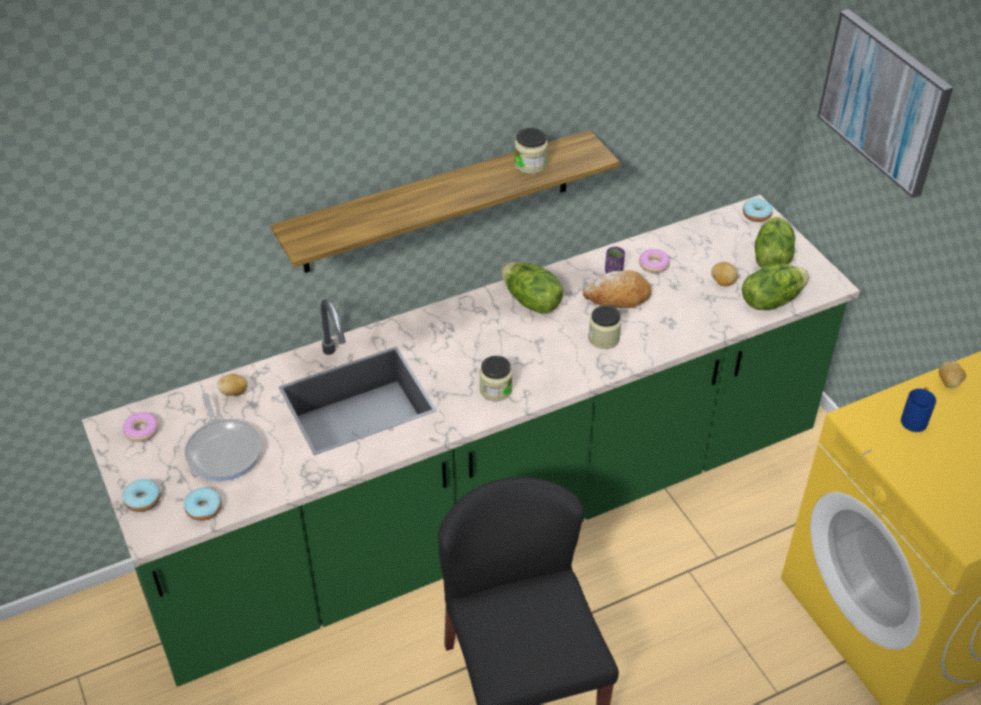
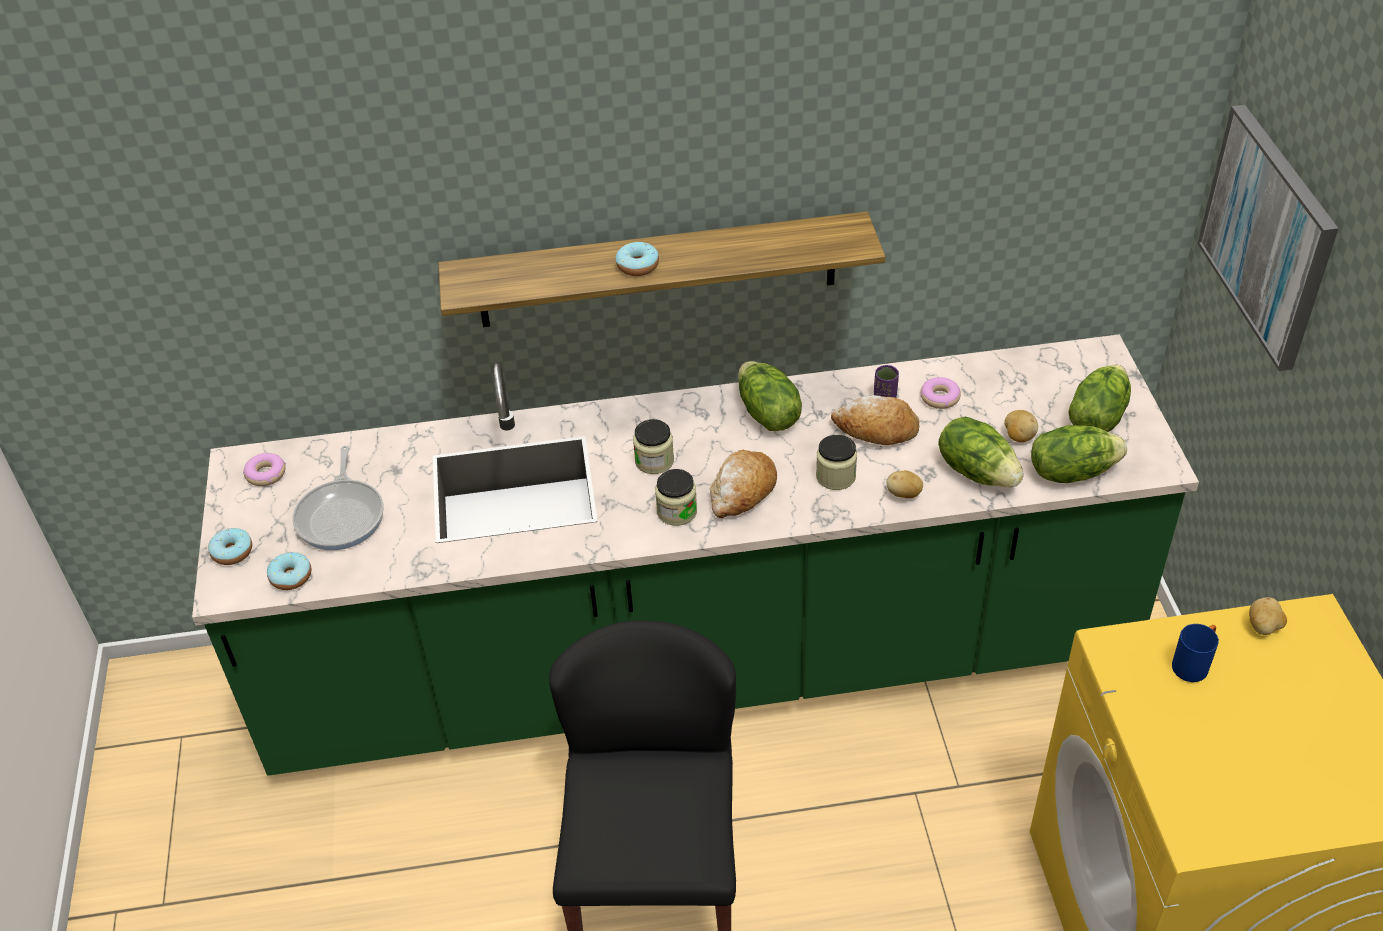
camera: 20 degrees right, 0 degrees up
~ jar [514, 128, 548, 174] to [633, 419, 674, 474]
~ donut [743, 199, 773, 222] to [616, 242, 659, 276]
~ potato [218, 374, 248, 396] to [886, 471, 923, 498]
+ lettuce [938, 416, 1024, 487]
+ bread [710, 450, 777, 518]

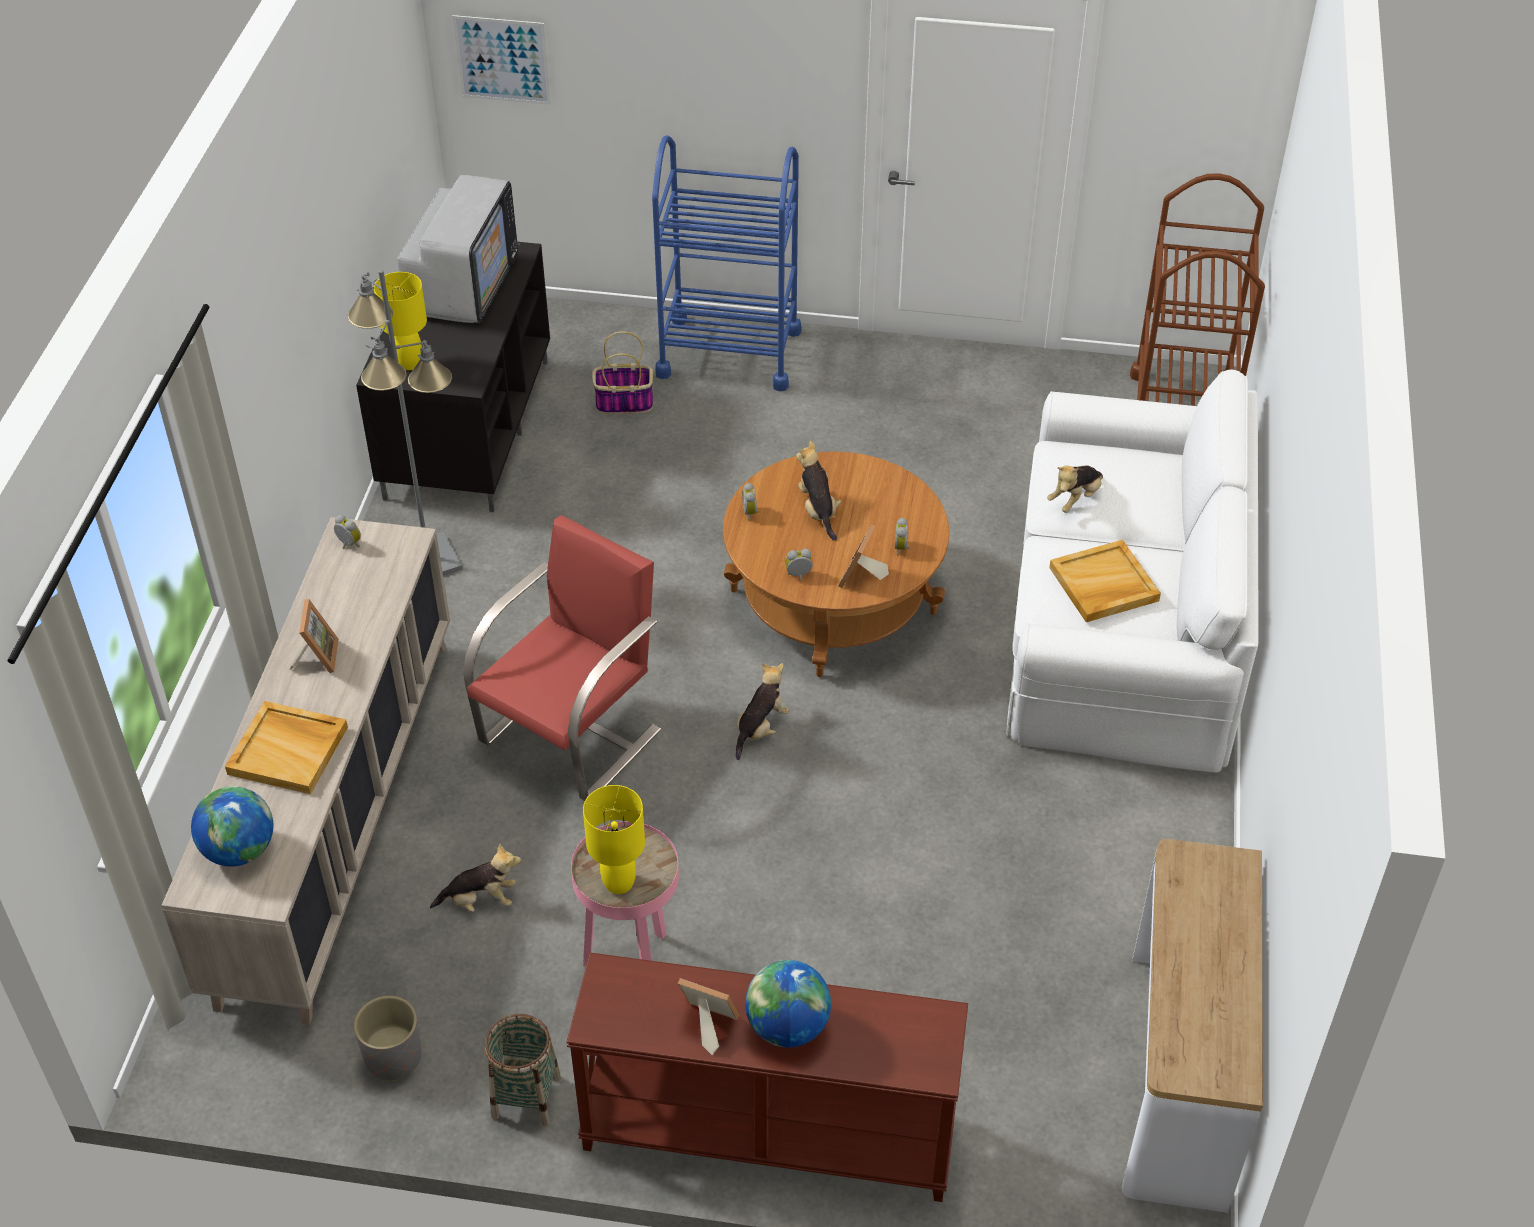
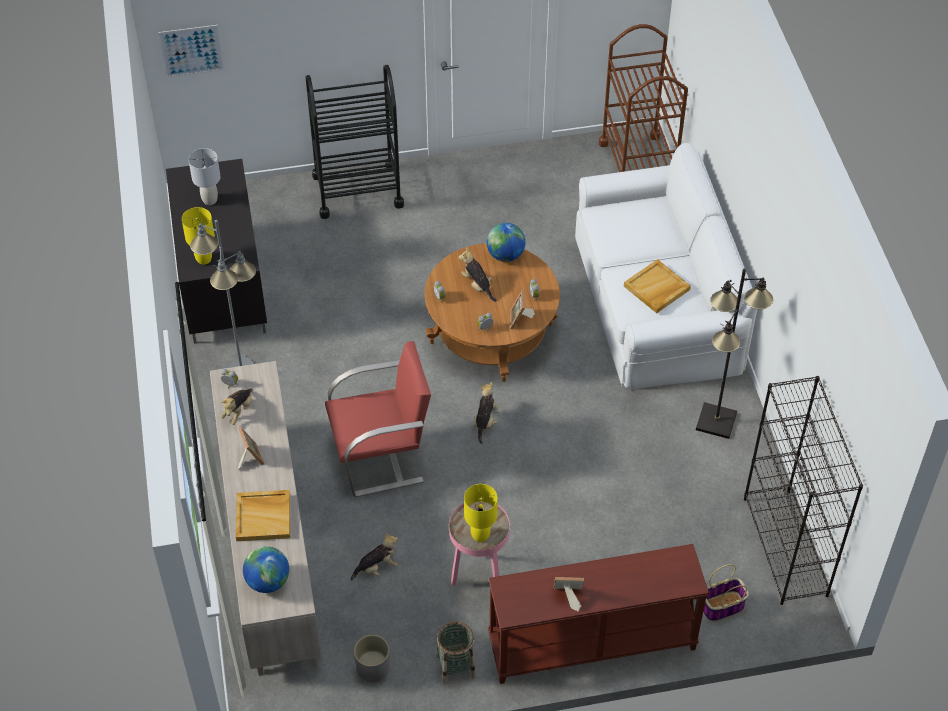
camera: 20 degrees left, 5 degrees up
~ cart (blue) [652, 135, 801, 391] to cart (black) [305, 65, 404, 219]
~ television [397, 175, 520, 323] to table lamp (grey) [188, 148, 221, 205]
~ basket [592, 331, 653, 414] to [703, 564, 749, 621]
~ plush toy [1047, 466, 1103, 513] to [220, 388, 252, 425]
~ armchair (red) [463, 515, 661, 801] = [325, 341, 431, 497] 60 degrees clockwise
~ console table [1122, 839, 1263, 1213] to bookcase (black) [744, 376, 863, 605]
~ globe [745, 960, 831, 1048] to [487, 223, 525, 262]
+ floor lamp (black) [696, 268, 773, 439]

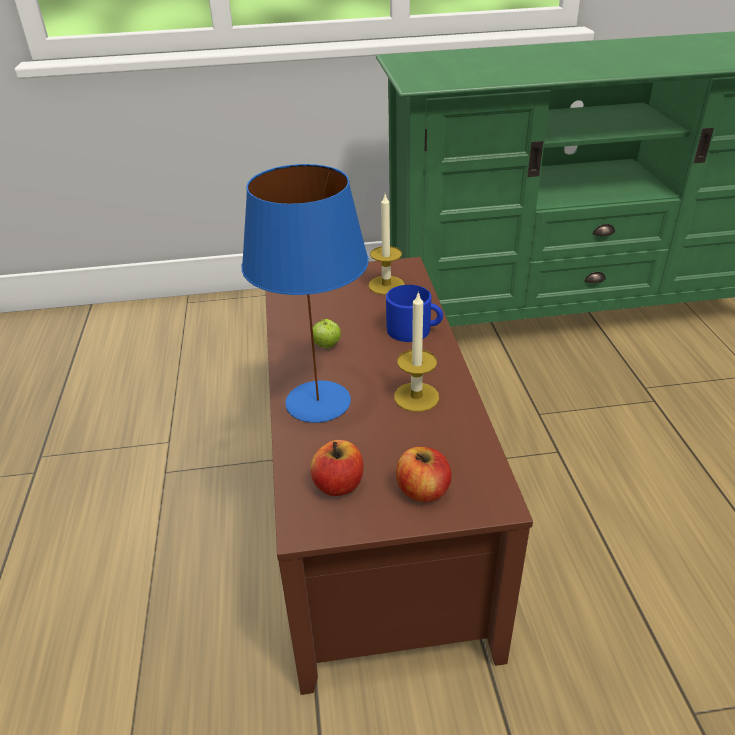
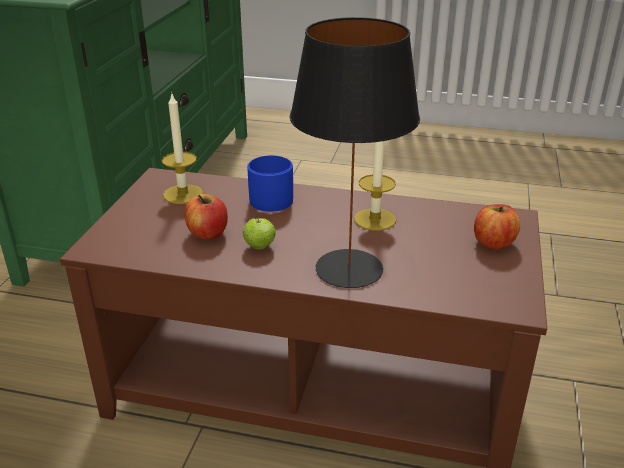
camera: 70 degrees left, 5 degrees down
~ table lamp (blue) [242, 164, 369, 423] to table lamp (black) [290, 17, 420, 288]
~ apple [310, 440, 363, 496] to [184, 194, 228, 239]

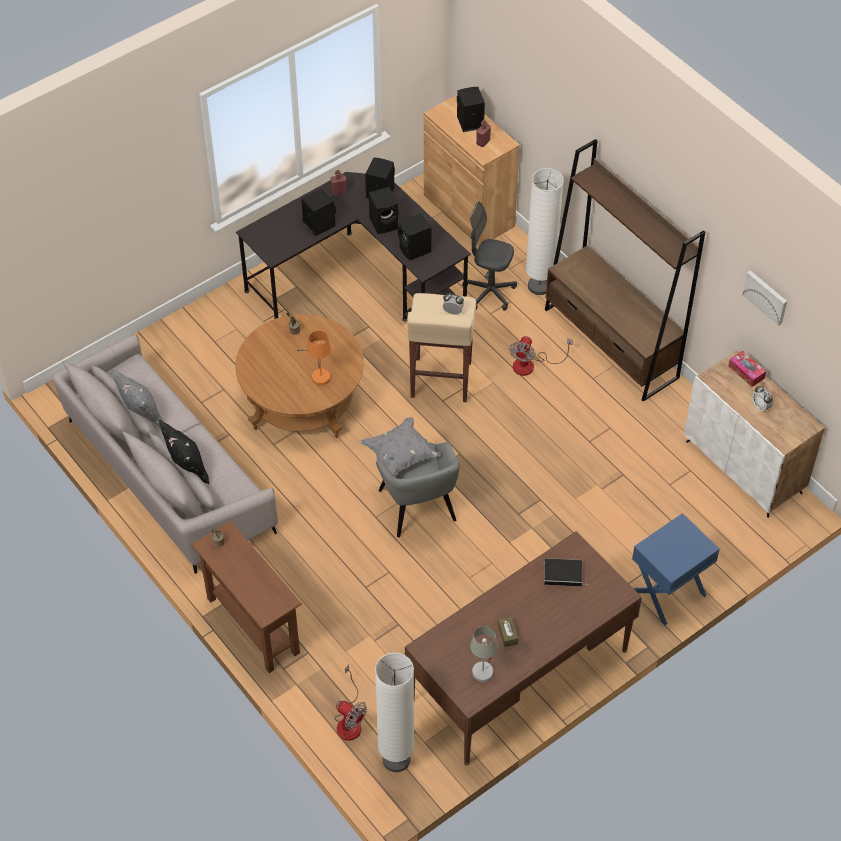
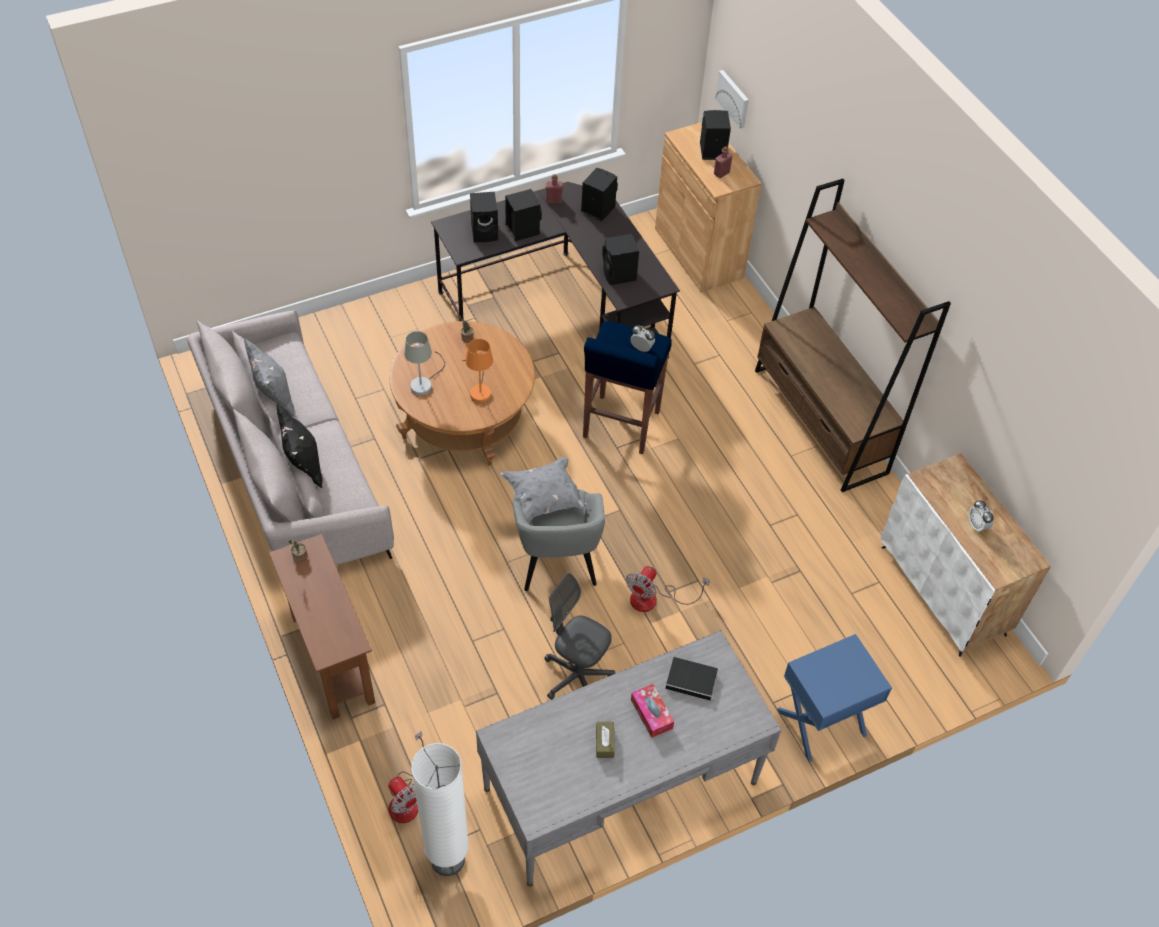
camera: 10 degrees right, 0 degrees up
- floor lamp (white) [526, 168, 564, 295]
~ speaker (black) [369, 187, 399, 234] to [470, 192, 498, 242]
~ office chair (grey) [462, 201, 517, 311] to [544, 573, 615, 700]
~ picture [742, 270, 787, 326] to [715, 70, 749, 129]
~ stool (beige) [407, 293, 476, 402] to stool (blue) [583, 321, 672, 454]
~ fan [509, 336, 573, 376] to [626, 566, 710, 612]
~ tissue box [728, 351, 766, 387] to [631, 684, 674, 738]
~ desk (brown) [405, 531, 642, 766] to desk (grey) [476, 630, 781, 887]
~ table lamp (grey) [470, 626, 498, 682] to [404, 331, 445, 396]

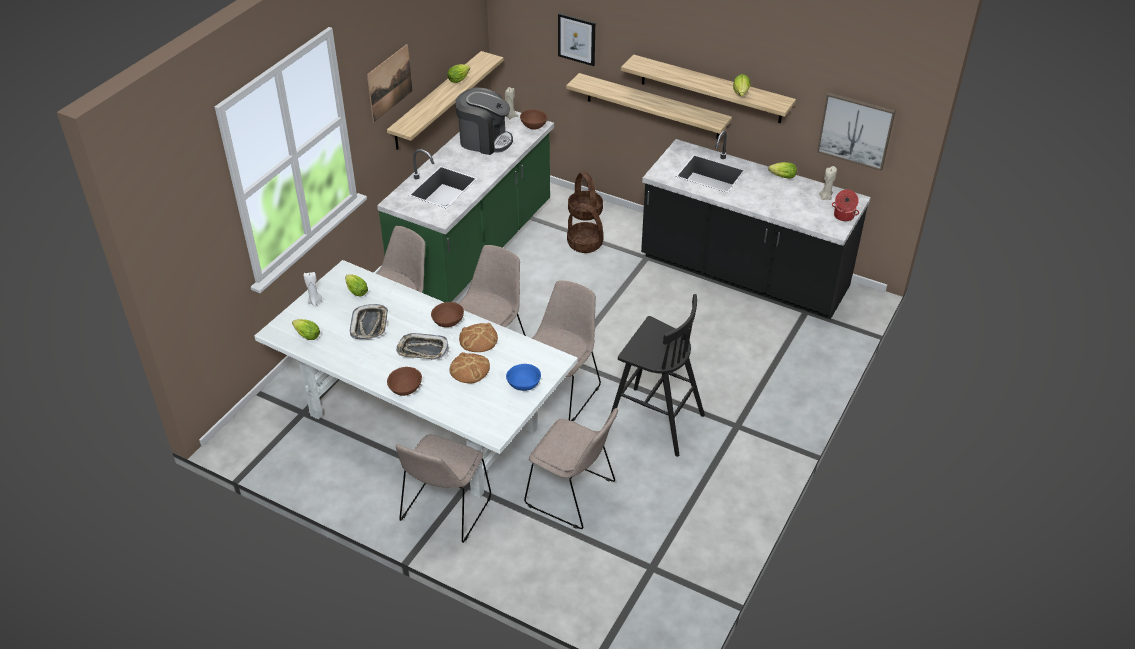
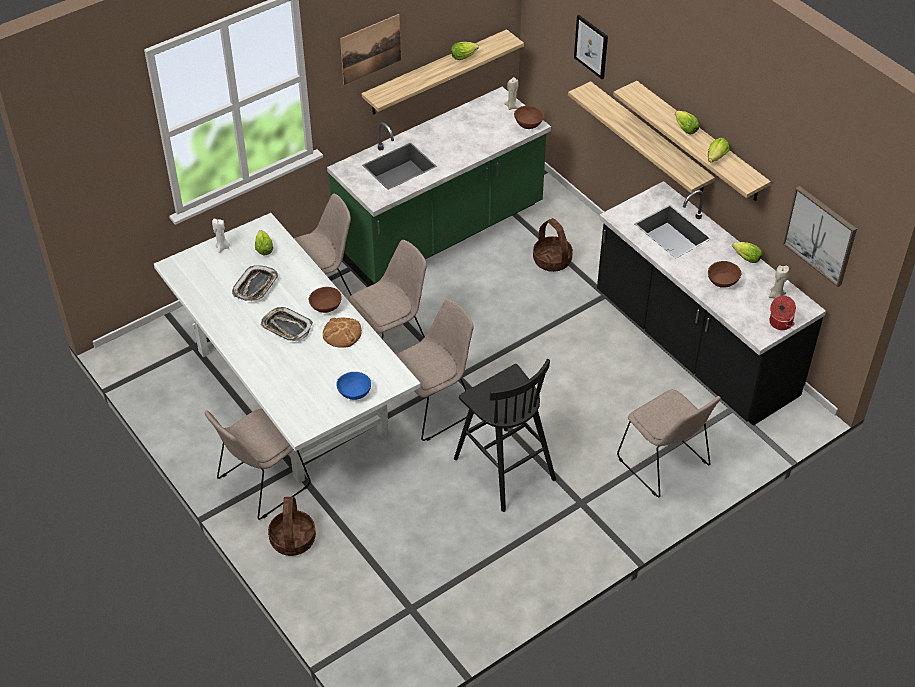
camera: 25 degrees right, 5 degrees up
- coffee machine [455, 88, 513, 155]
~ basket [568, 171, 603, 221] to [268, 497, 316, 556]
~ lettuce [292, 319, 320, 340] to [675, 111, 699, 134]
- bread [449, 352, 490, 383]
~ bowl (brown) [387, 367, 422, 396] to [708, 261, 742, 288]
~ chair (beige) [524, 408, 618, 529] to [617, 389, 721, 497]

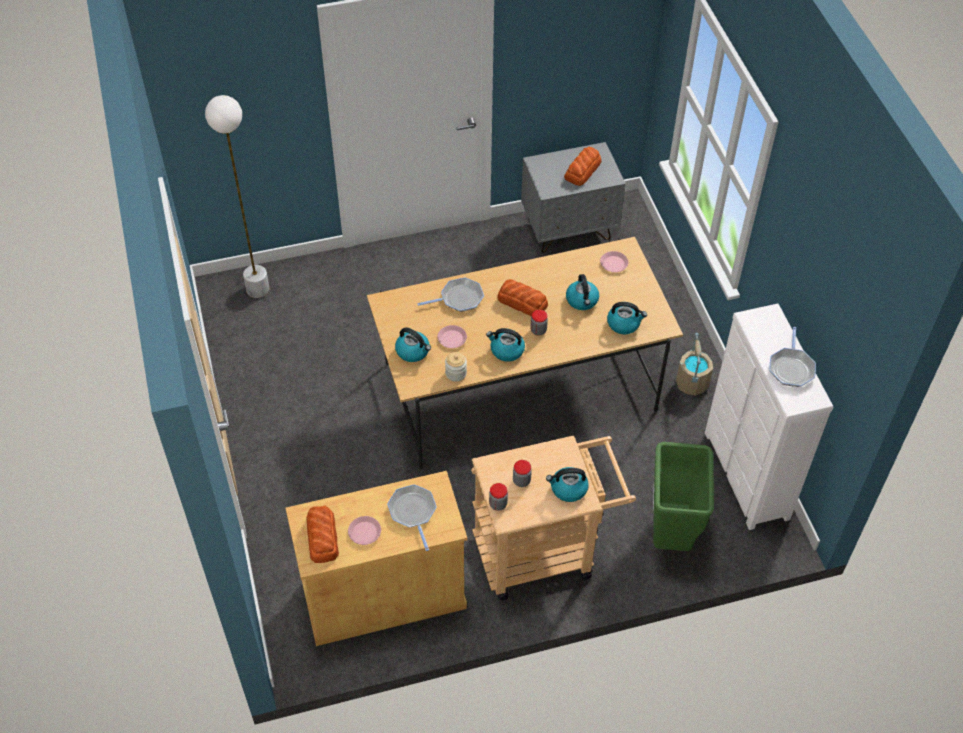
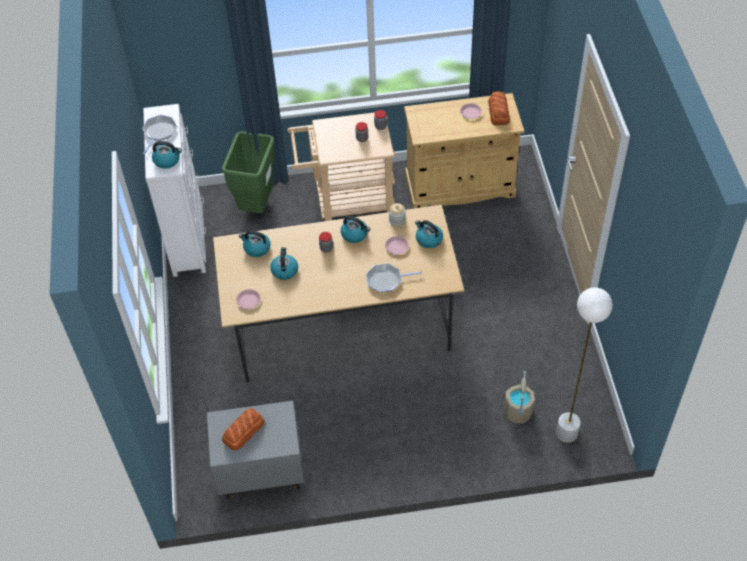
camera: 170 degrees left, 0 degrees up
- bread [497, 279, 548, 316]
~ bucket (beige) [676, 333, 713, 396] to [504, 371, 535, 424]
~ kettle [546, 467, 589, 502] to [152, 141, 182, 169]
- frying pan [387, 484, 437, 551]

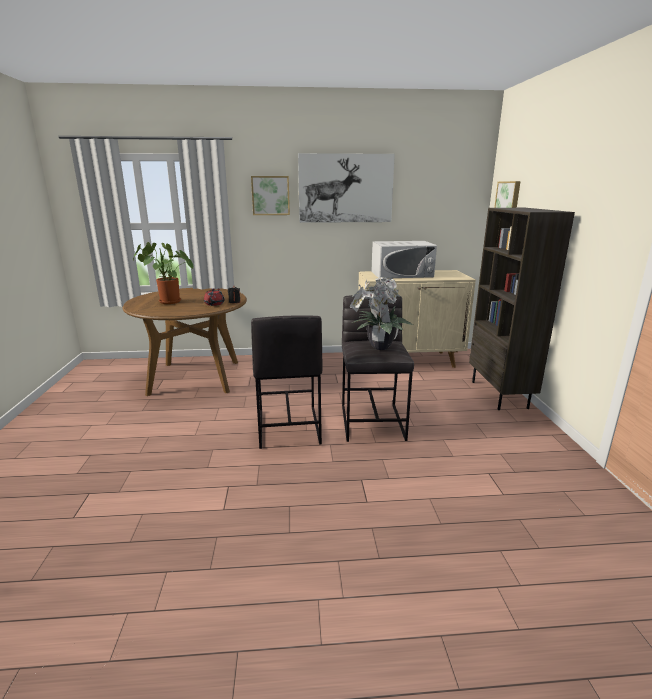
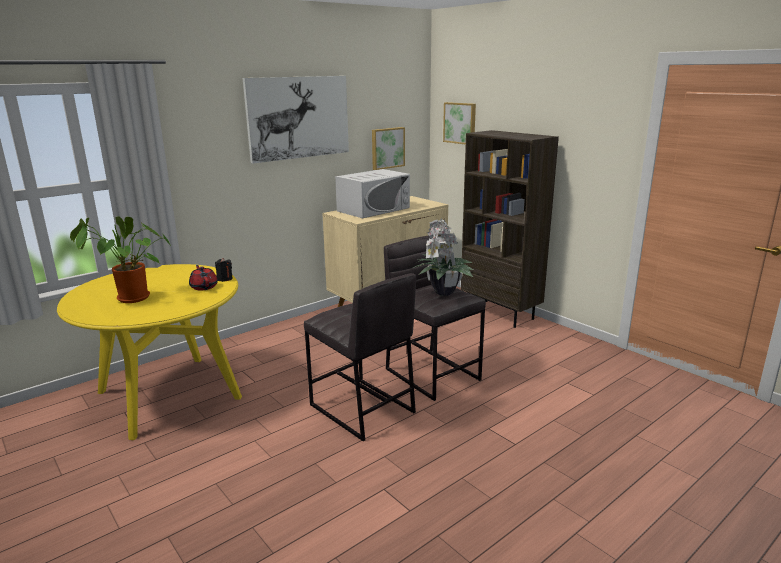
camera: 35 degrees left, 0 degrees up
~ picture [251, 176, 290, 215] to [372, 127, 405, 170]
~ dining table (brown) [122, 288, 247, 396] to dining table (yellow) [57, 264, 242, 440]

